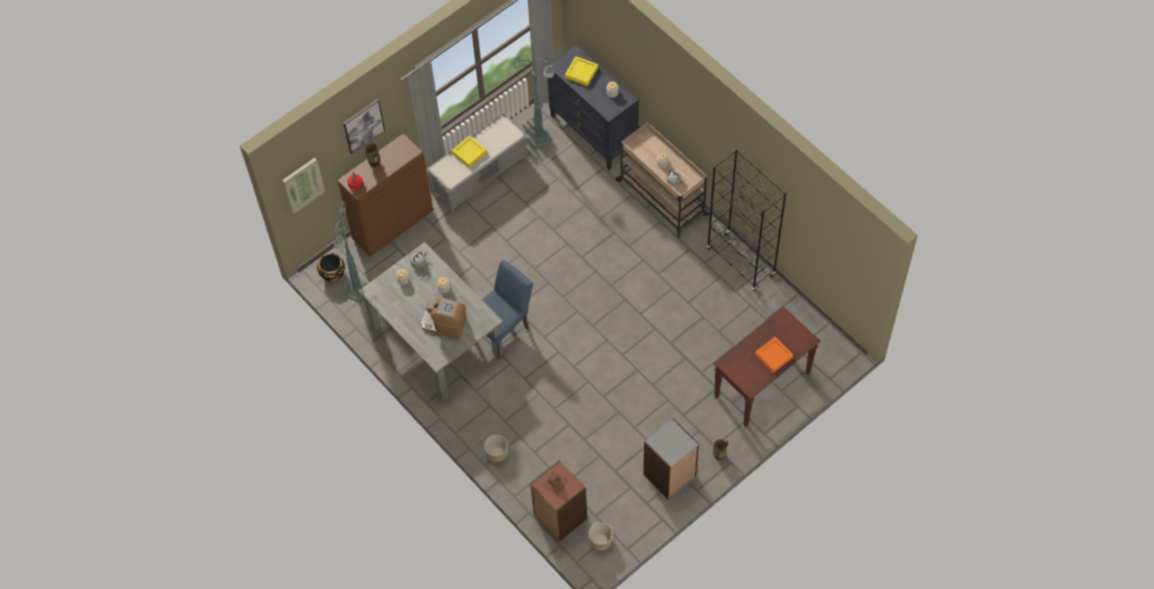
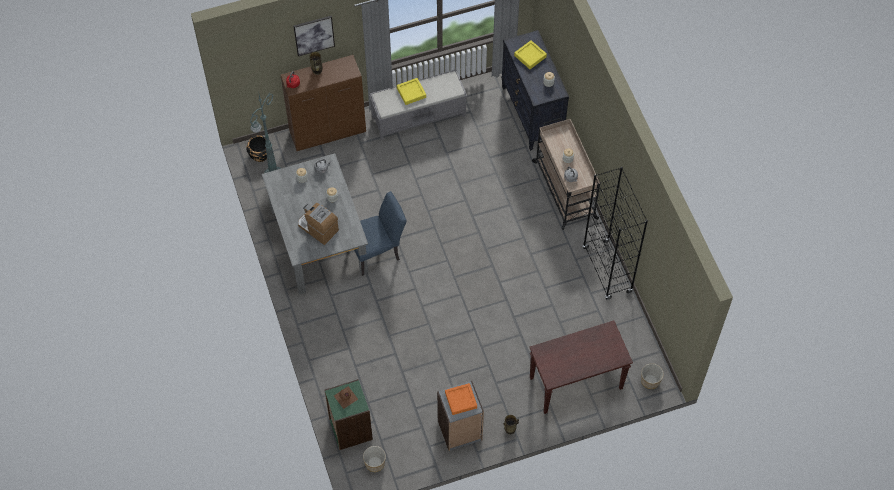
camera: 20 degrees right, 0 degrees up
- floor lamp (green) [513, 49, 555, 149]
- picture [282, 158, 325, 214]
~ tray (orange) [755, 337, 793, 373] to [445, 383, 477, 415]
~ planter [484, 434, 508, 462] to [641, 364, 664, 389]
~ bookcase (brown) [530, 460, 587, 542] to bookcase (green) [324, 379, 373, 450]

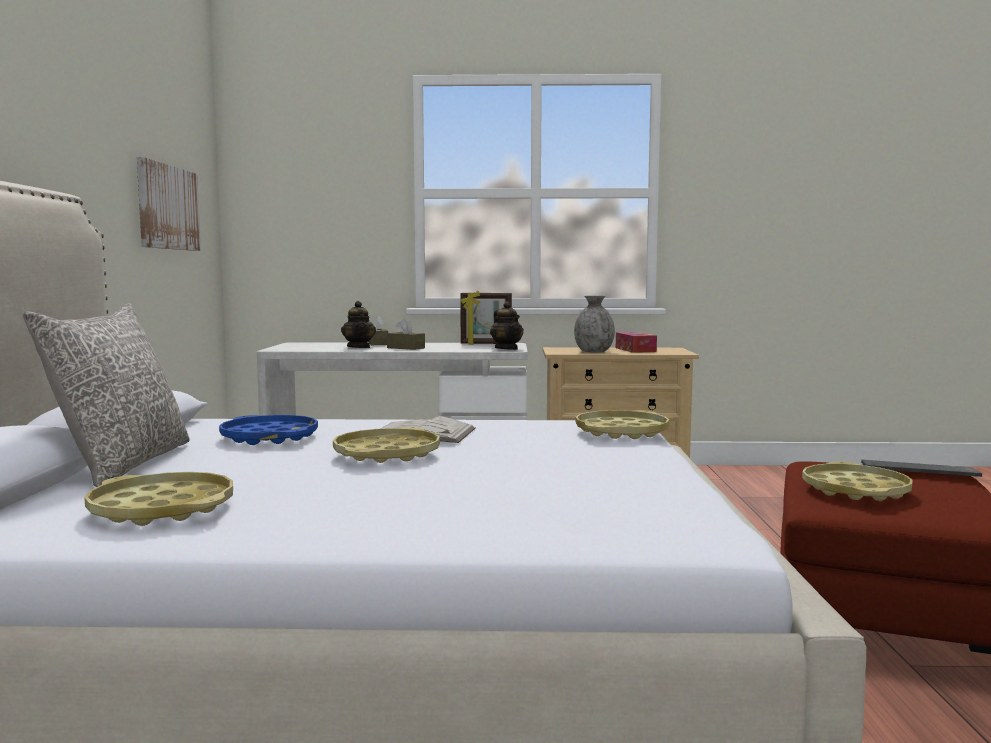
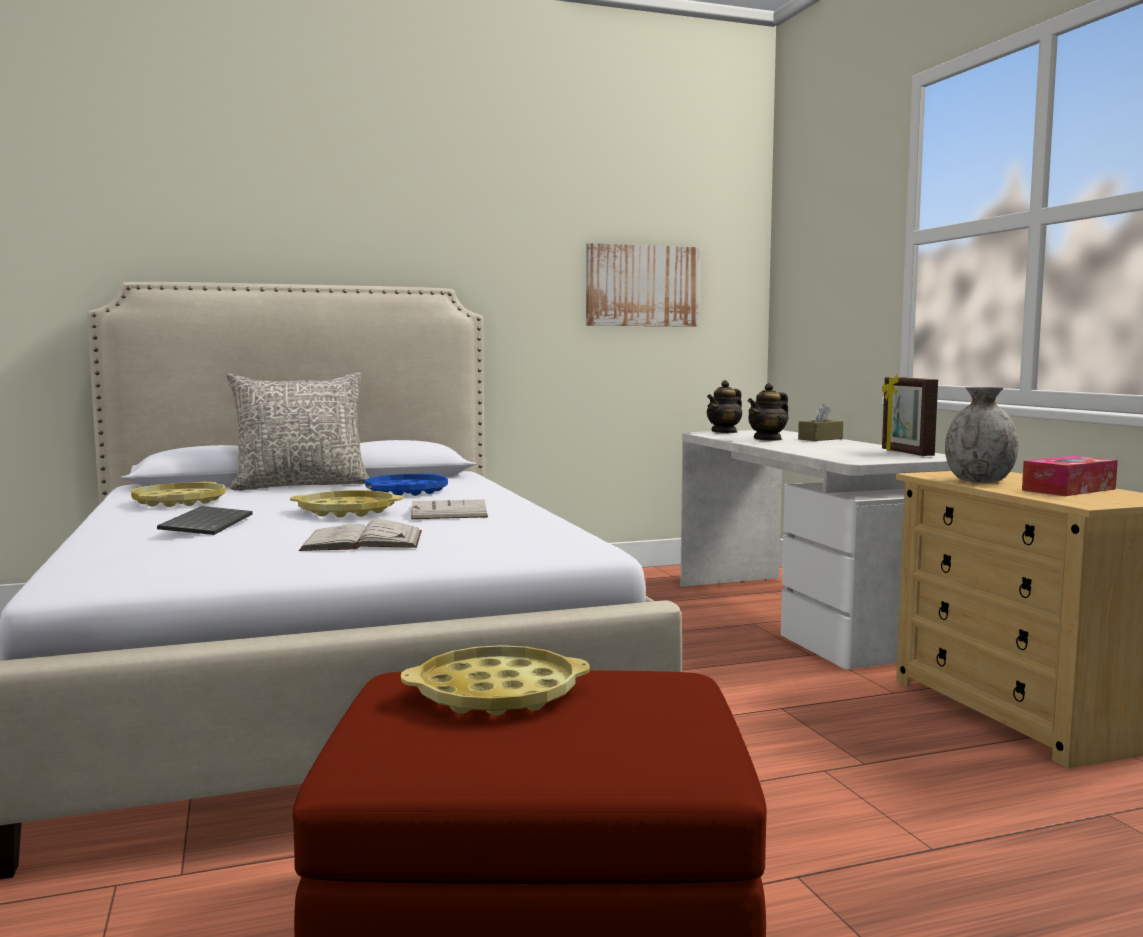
camera: 70 degrees right, 0 degrees up
~ teapot [490, 301, 524, 350] to [707, 380, 742, 433]
- tissue box (brown) [387, 319, 425, 350]
- tray (yellow) [576, 410, 669, 439]
~ keyboard [861, 460, 982, 477] to [157, 506, 253, 535]
+ book (white) [299, 519, 422, 551]

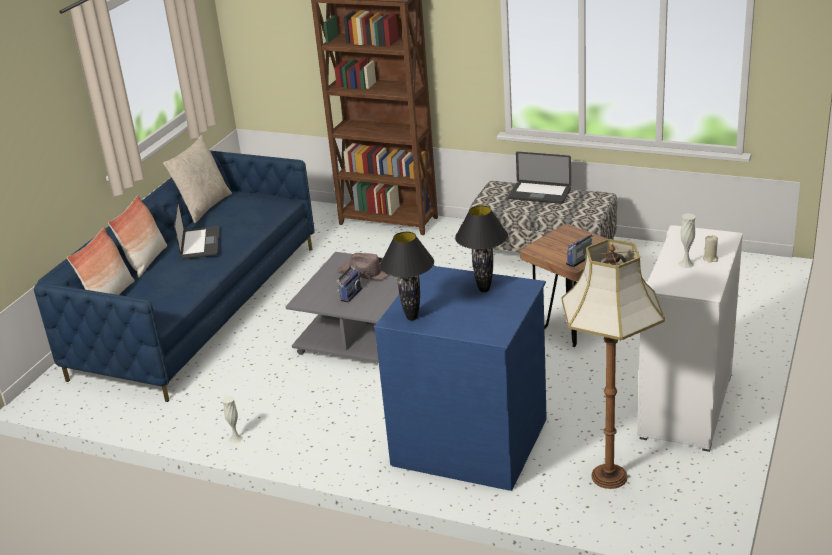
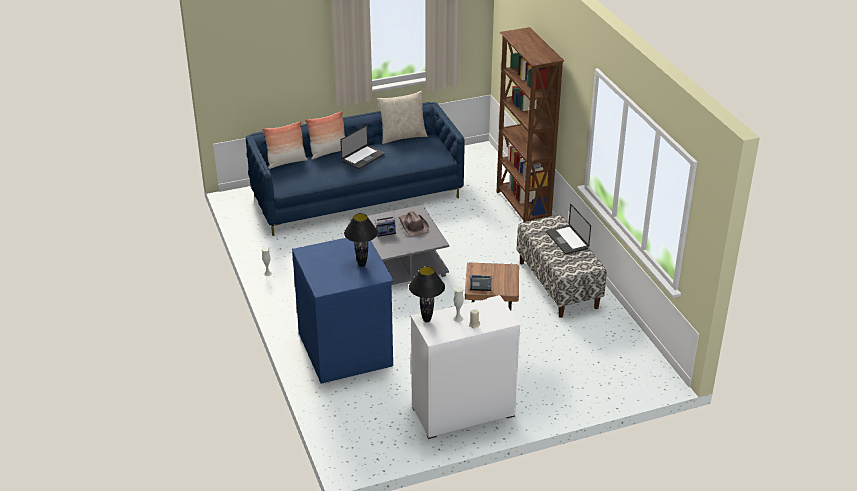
camera: 45 degrees right, 5 degrees up
~ table lamp (black) [380, 232, 434, 320] to [409, 266, 445, 322]
- floor lamp [562, 239, 665, 489]

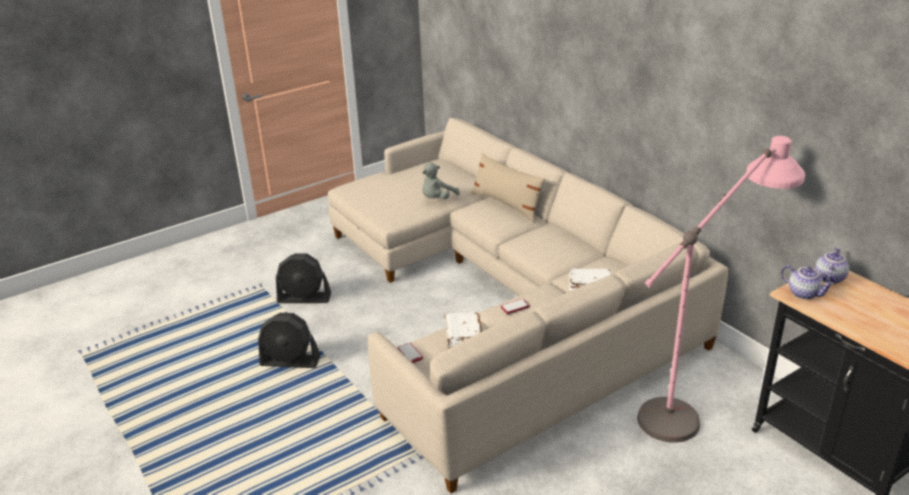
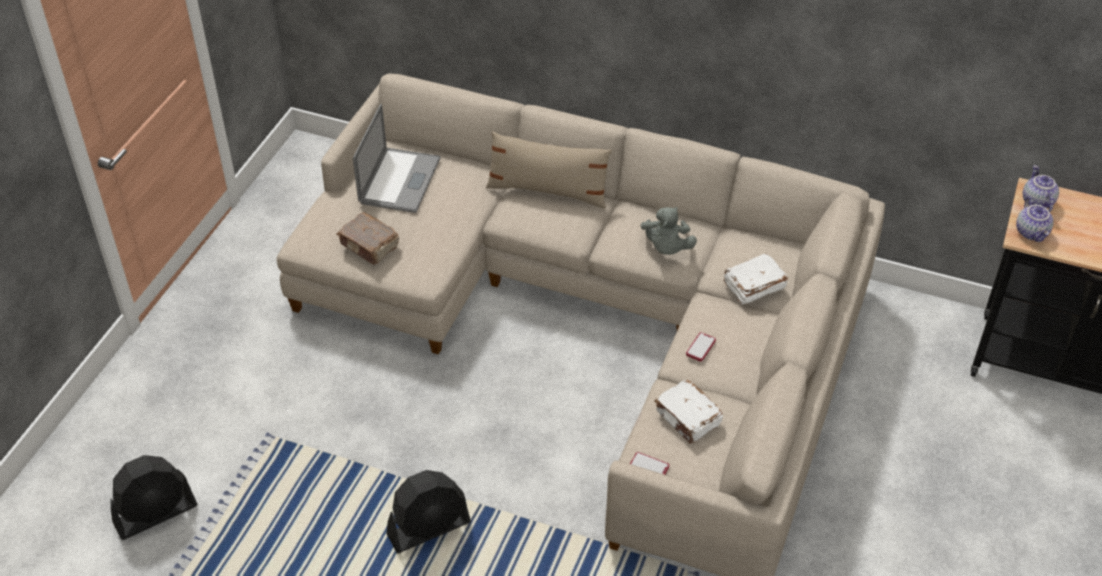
camera: 35 degrees left, 15 degrees up
- floor lamp (pink) [637, 136, 805, 443]
~ plush toy (grey) [422, 163, 460, 199] to [641, 207, 697, 255]
~ fan (black) [276, 254, 331, 303] to [110, 455, 197, 540]
~ teapot [781, 265, 835, 300] = [1016, 197, 1054, 242] 75 degrees clockwise
+ laptop [353, 104, 440, 213]
+ book (brown) [337, 212, 399, 265]

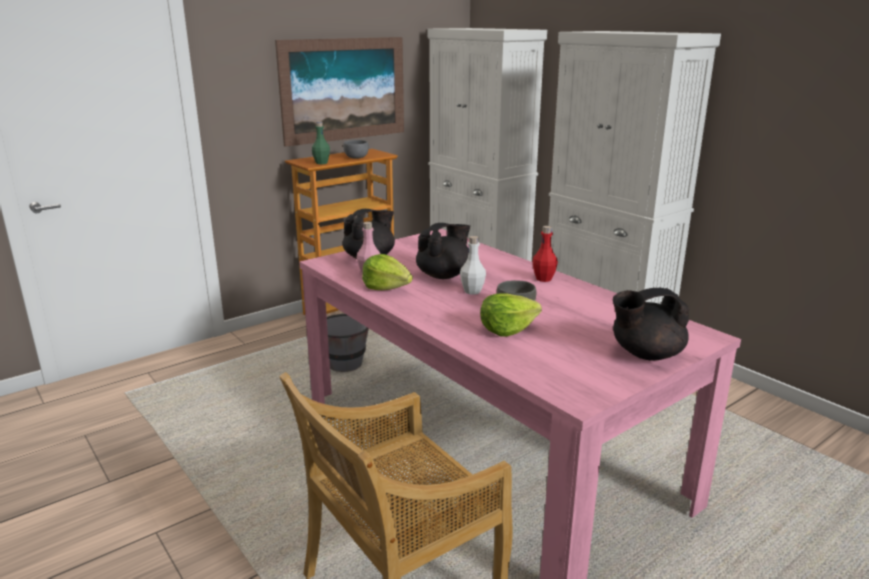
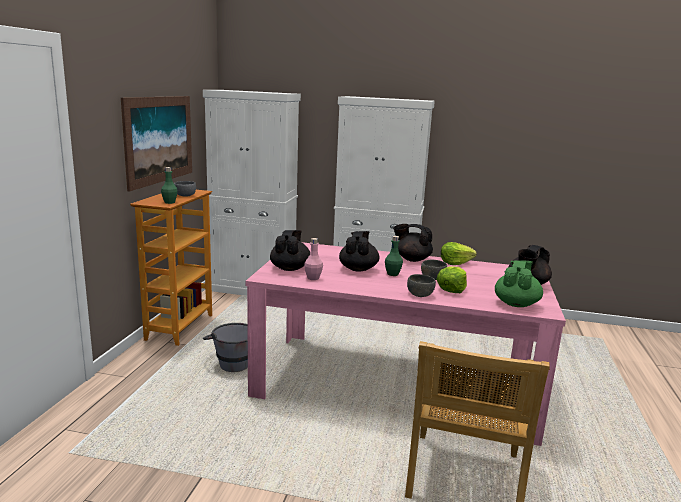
camera: 40 degrees left, 5 degrees down
~ bottle (red) [532, 226, 558, 282] to teapot (black) [394, 224, 433, 262]
~ bottle (white) [460, 236, 486, 295] to bottle (green) [385, 236, 403, 276]
~ lettuce [362, 254, 413, 290] to [441, 242, 477, 265]
+ teapot (green) [495, 260, 543, 307]
+ bowl (grey) [407, 274, 436, 297]

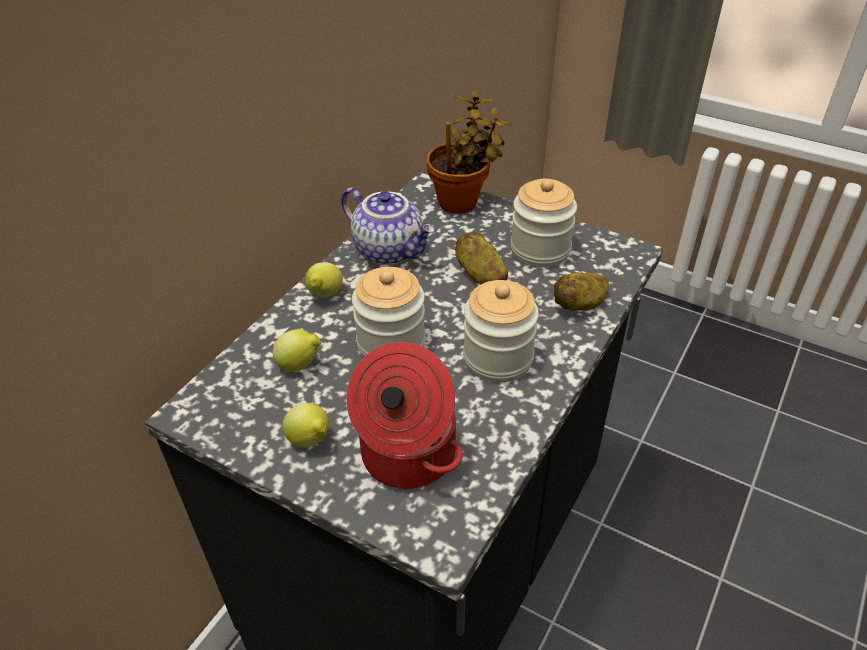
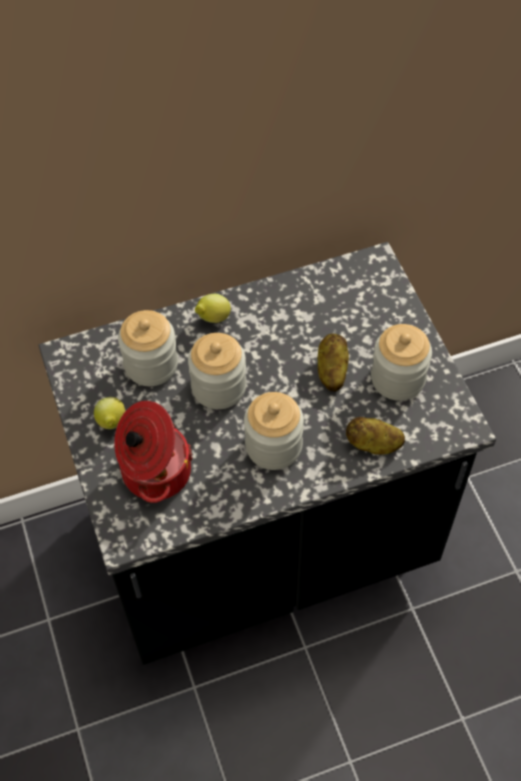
camera: 40 degrees right, 15 degrees up
- potted plant [427, 91, 511, 214]
- teapot [341, 188, 435, 265]
~ lemon [273, 329, 321, 372] to jar [118, 310, 178, 386]

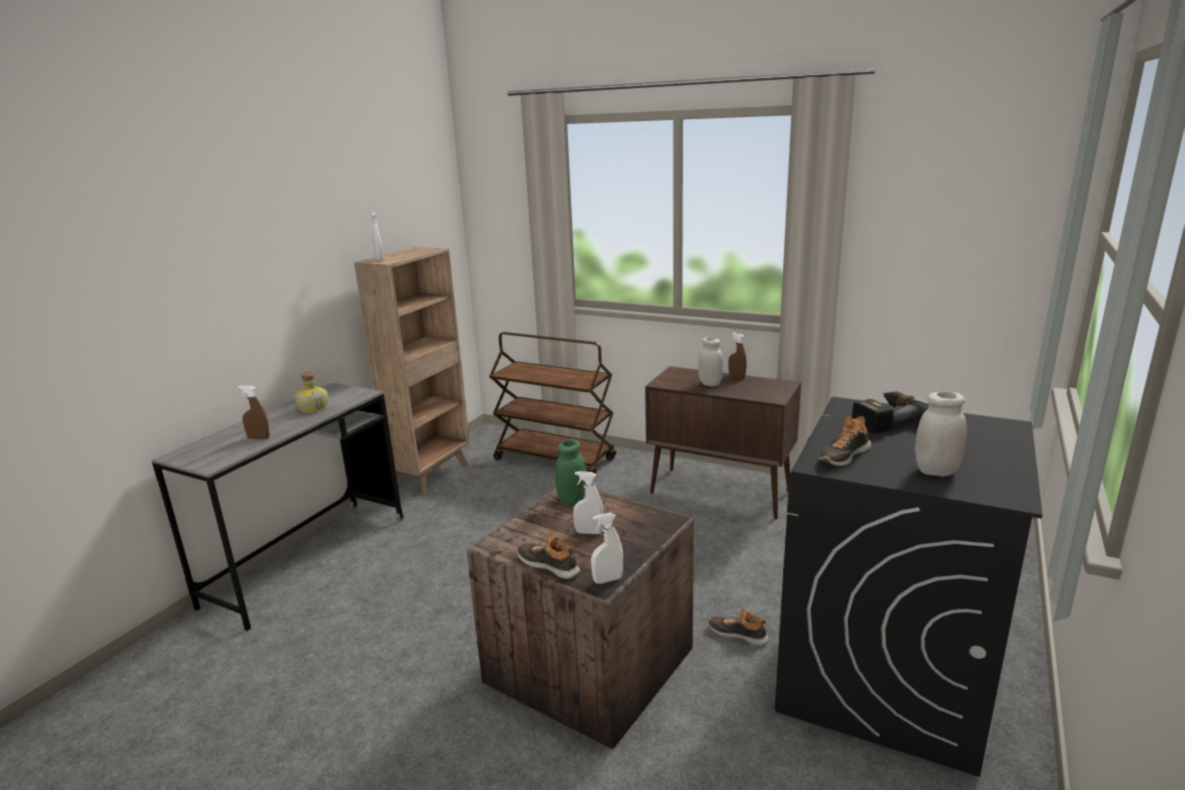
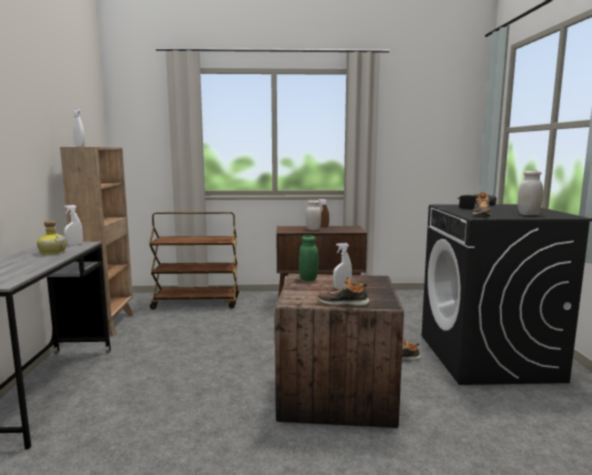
camera: 30 degrees left, 10 degrees down
- spray bottle (brown) [238, 386, 270, 439]
~ spray bottle (white) [591, 513, 623, 584] to [64, 205, 83, 246]

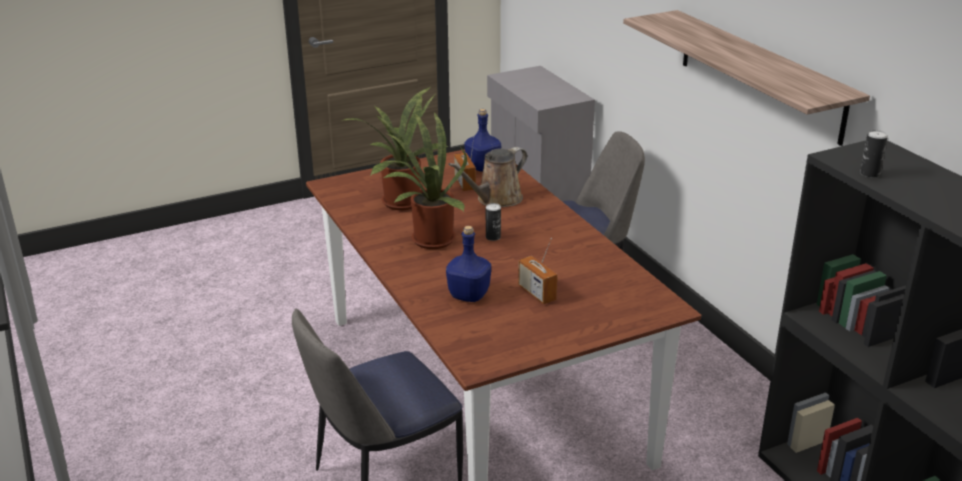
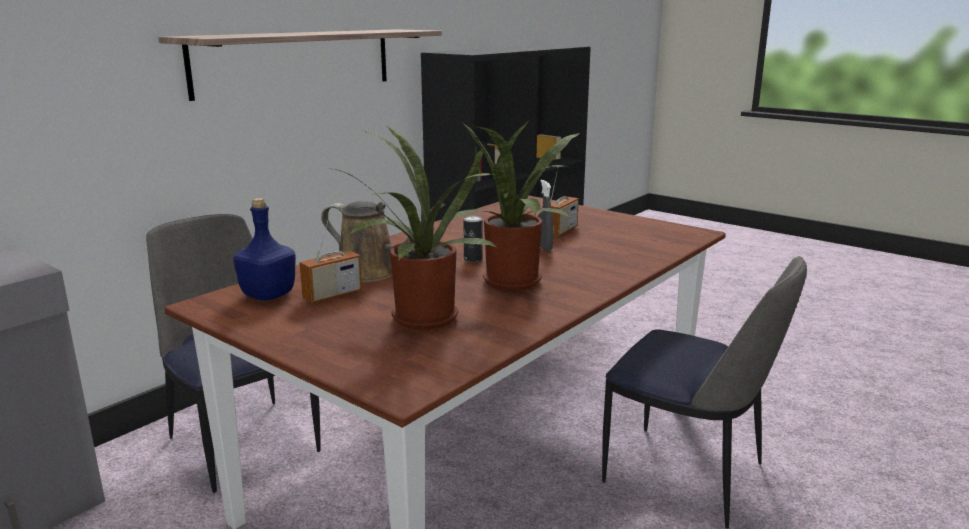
camera: 115 degrees left, 10 degrees down
- can [860, 130, 888, 178]
- bottle (blue) [446, 226, 491, 302]
+ spray bottle (grey) [538, 180, 553, 251]

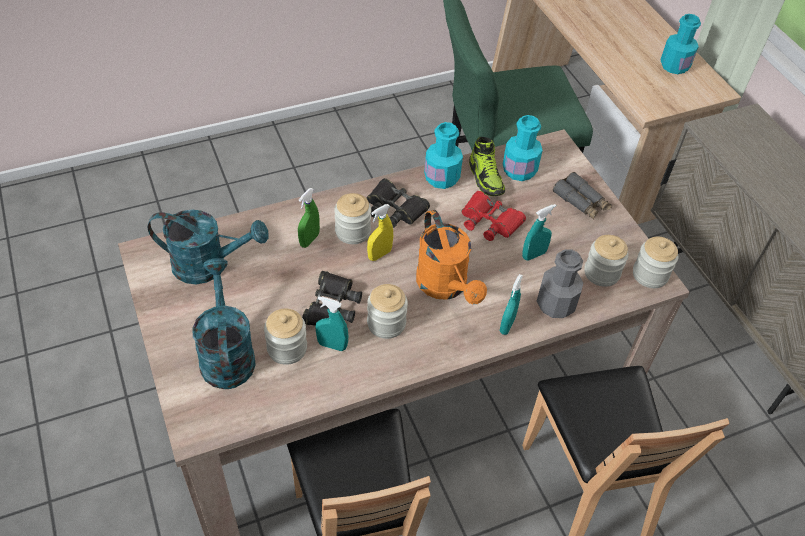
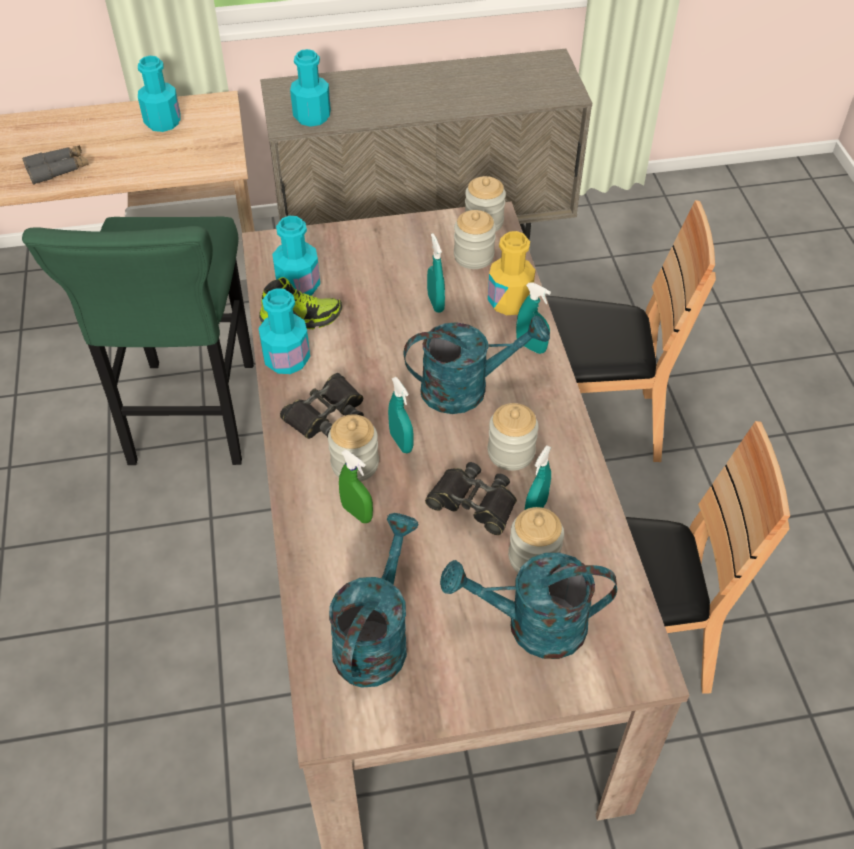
camera: 75 degrees left, 0 degrees up
~ binoculars (grey) [553, 172, 612, 219] to [22, 145, 89, 184]
- binoculars (red) [461, 191, 526, 241]
~ spray bottle (yellow) [367, 204, 393, 261] to spray bottle (turquoise) [388, 377, 413, 453]
~ watering can (orange) [416, 210, 487, 304] to watering can (turquoise) [404, 315, 550, 414]
~ bottle (grey) [537, 249, 584, 318] to bottle (yellow) [488, 231, 535, 315]
+ bottle (turquoise) [290, 49, 331, 127]

